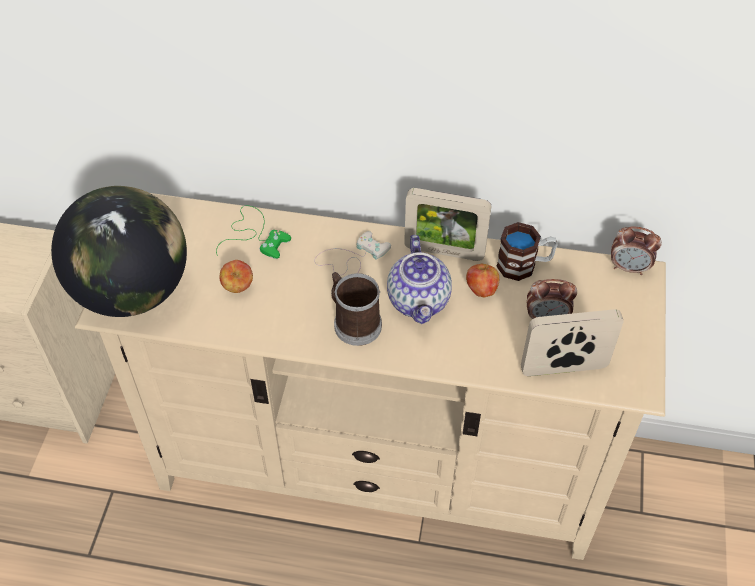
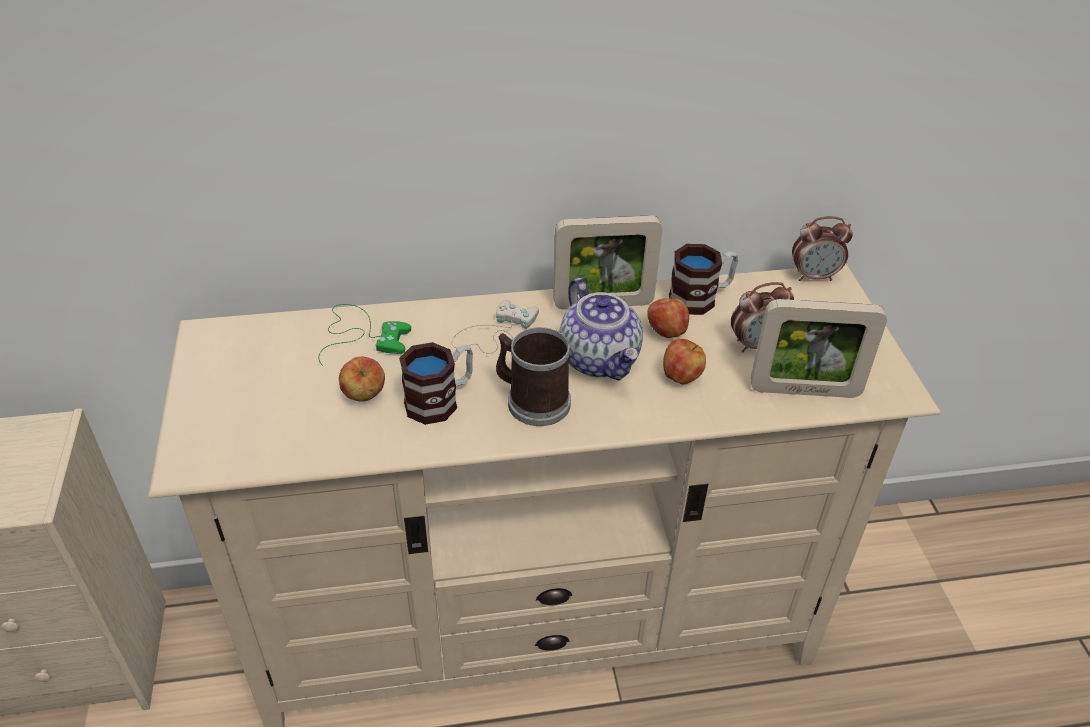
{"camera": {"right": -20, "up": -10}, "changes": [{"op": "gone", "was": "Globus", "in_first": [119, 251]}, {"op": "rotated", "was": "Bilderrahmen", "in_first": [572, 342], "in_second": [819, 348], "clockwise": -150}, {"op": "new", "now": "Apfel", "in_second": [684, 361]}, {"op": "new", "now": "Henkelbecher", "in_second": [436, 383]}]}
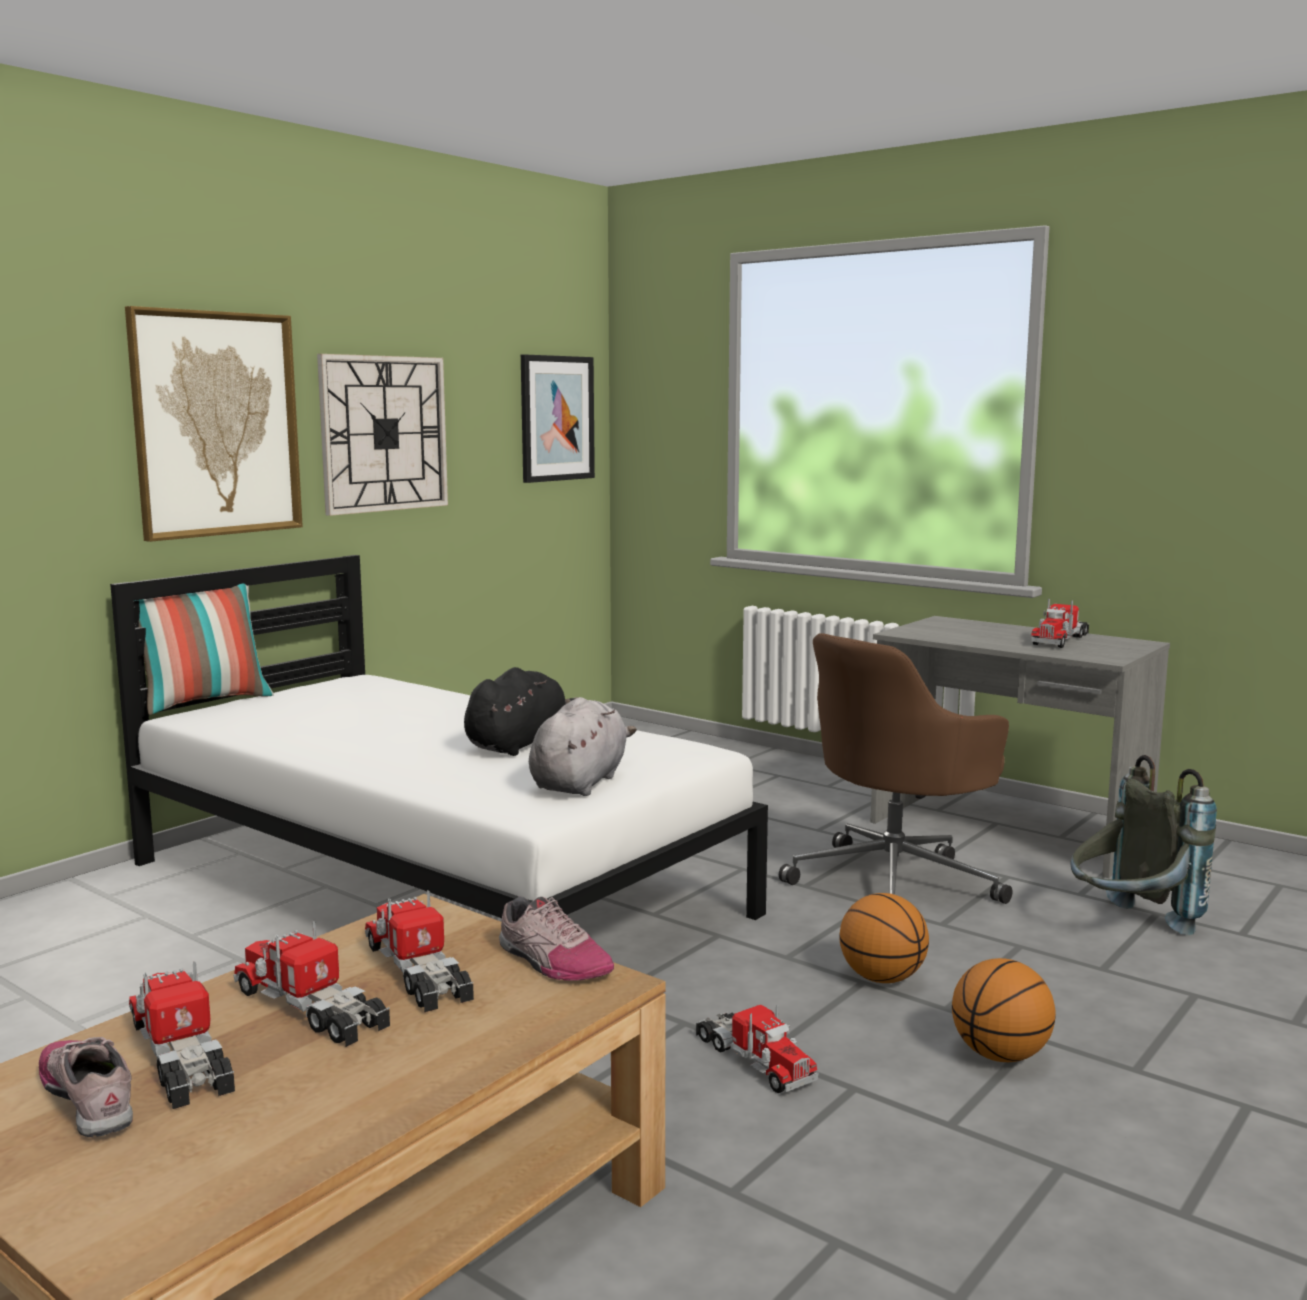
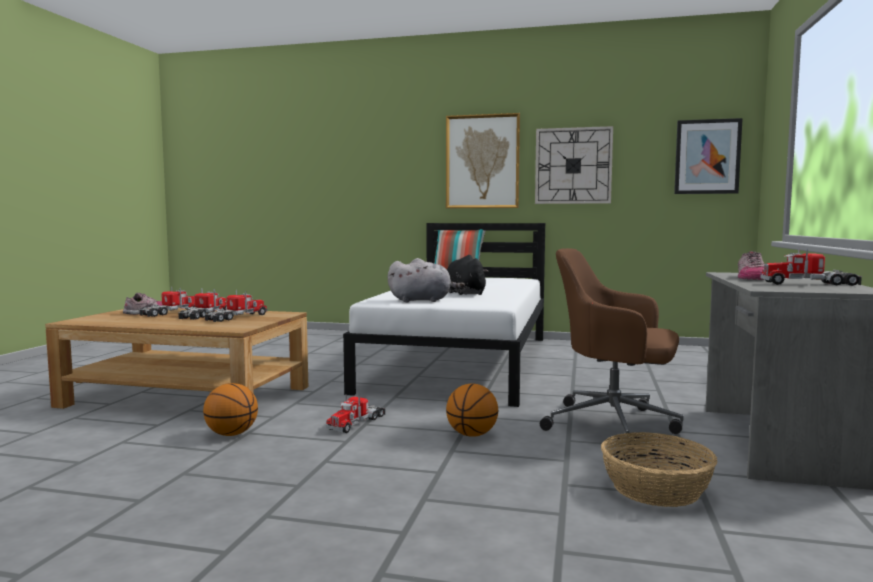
{"camera": {"right": 65, "up": -5}, "changes": [{"op": "rotated", "was": "Plüschtier [schwarz]", "in_first": [521, 711], "in_second": [467, 275], "clockwise": -120}, {"op": "swapped", "was": "Rucksack [grau]", "now": "Korb", "in_first": [1144, 845], "in_second": [659, 469]}, {"op": "shifted", "was": "Schuh", "in_first": [556, 938], "in_second": [751, 265]}, {"op": "shifted", "was": "Basketball", "in_first": [1004, 1010], "in_second": [230, 409]}]}
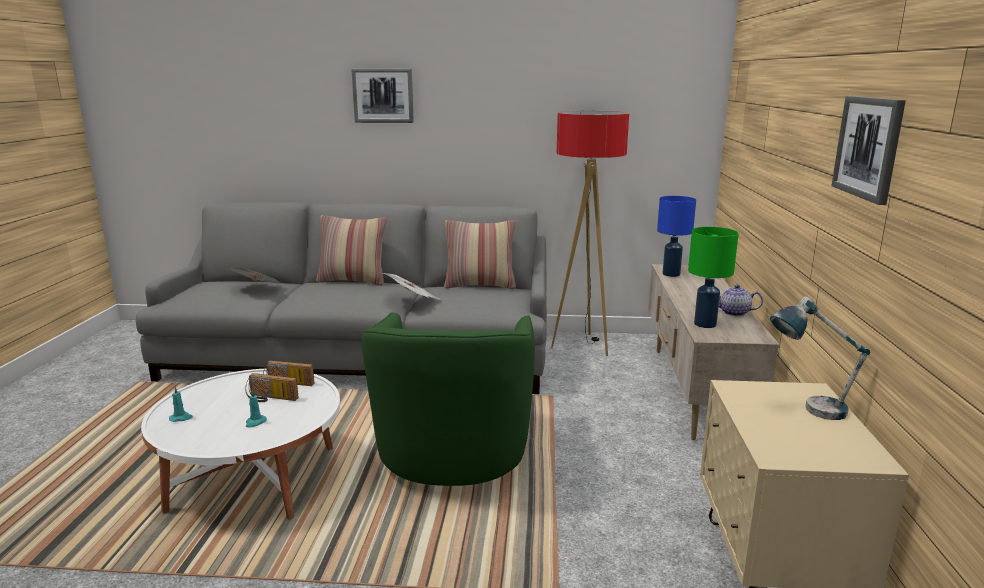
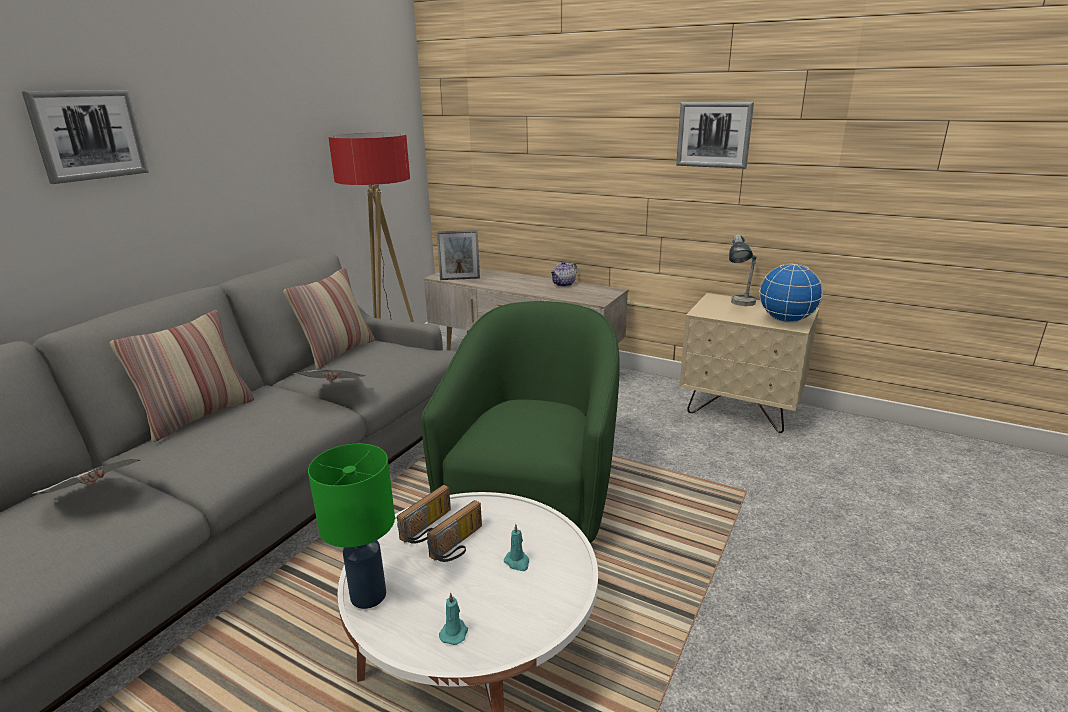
{"camera": {"right": -65, "up": 5}, "changes": [{"op": "swapped", "was": "Tischlampe [blau]", "now": "Bilderrahmen", "in_first": [676, 236], "in_second": [458, 255]}, {"op": "shifted", "was": "Tischlampe [grün]", "in_first": [713, 277], "in_second": [351, 526]}, {"op": "rotated", "was": "Sessel [grün]", "in_first": [448, 399], "in_second": [521, 422], "clockwise": -105}, {"op": "new", "now": "Globus", "in_second": [791, 293]}]}
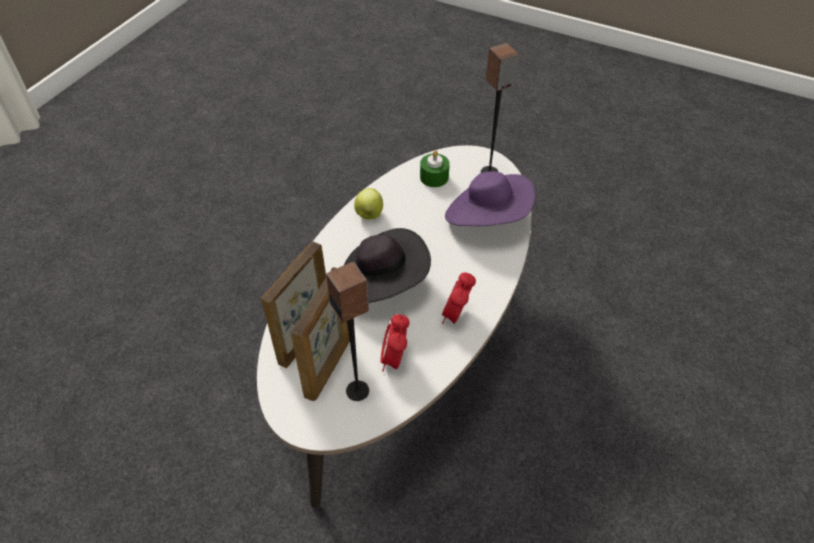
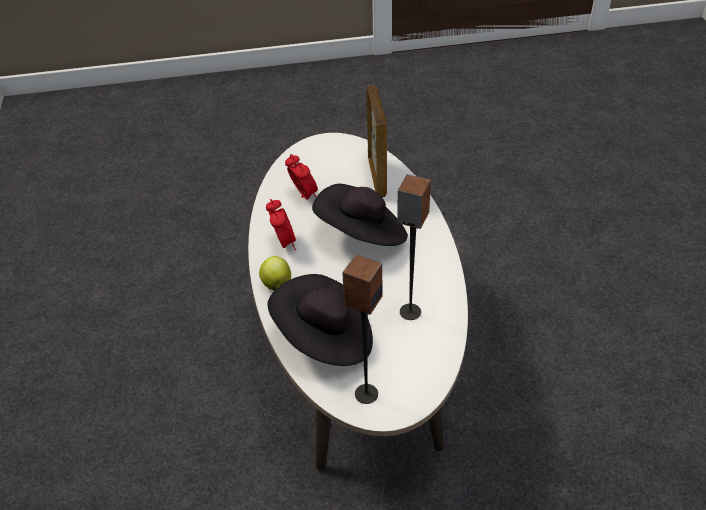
{"camera": {"right": 145, "up": -5}, "changes": [{"op": "gone", "was": "Kerze [grün]", "in_first": [435, 168]}, {"op": "repainted", "was": "Hut [lila]", "now": "Hut [schwarz]", "in_first": [490, 199], "in_second": [320, 320]}, {"op": "shifted", "was": "Apfel", "in_first": [368, 204], "in_second": [275, 273]}, {"op": "shifted", "was": "Lautsprecher", "in_first": [347, 331], "in_second": [414, 247]}, {"op": "gone", "was": "Bilderrahmen", "in_first": [320, 334]}]}
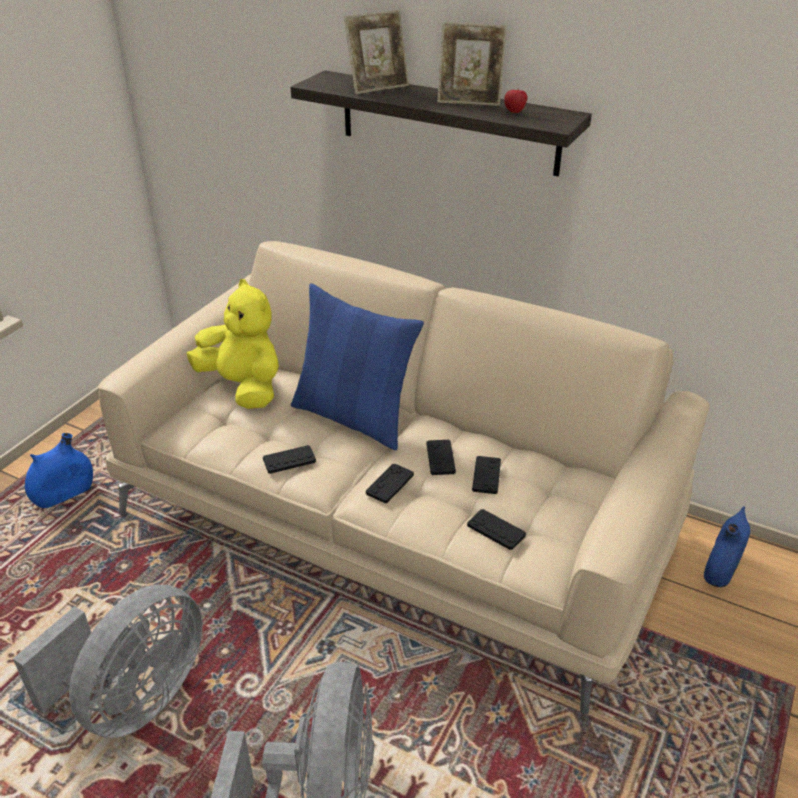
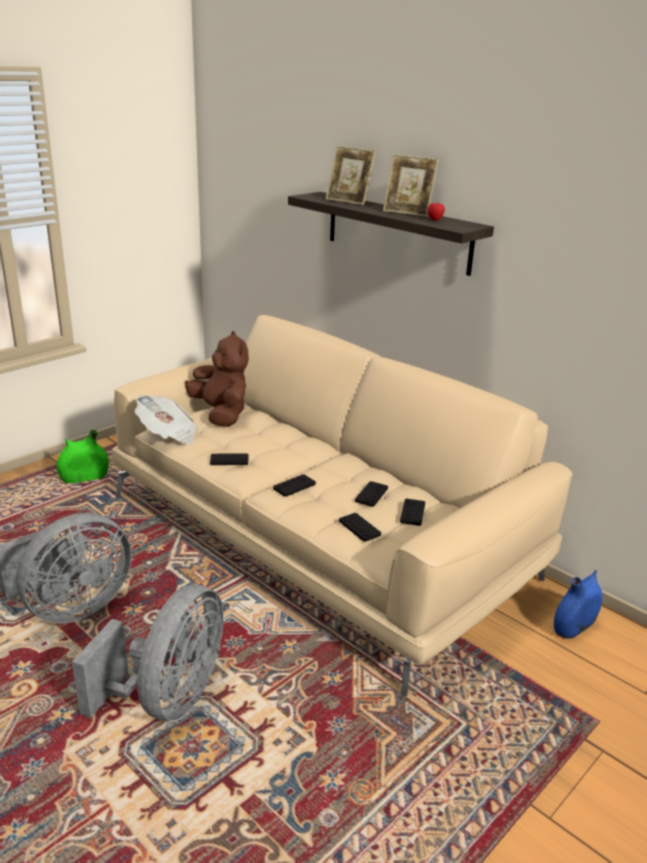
{"camera": {"right": 15, "up": -10}, "changes": [{"op": "rotated", "was": "Bilderrahmen", "in_first": [376, 52], "in_second": [351, 175], "clockwise": 45}, {"op": "repainted", "was": "Plüschtier [gelb]", "now": "Plüschtier [braun]", "in_first": [233, 344], "in_second": [217, 379]}, {"op": "gone", "was": "Kissen [blau]", "in_first": [357, 366]}, {"op": "repainted", "was": "Vase [blau]", "now": "Vase [grün]", "in_first": [59, 470], "in_second": [83, 456]}, {"op": "shifted", "was": "Gamepad [schwarz]", "in_first": [441, 457], "in_second": [412, 512]}, {"op": "new", "now": "Zeitung", "in_second": [166, 420]}]}
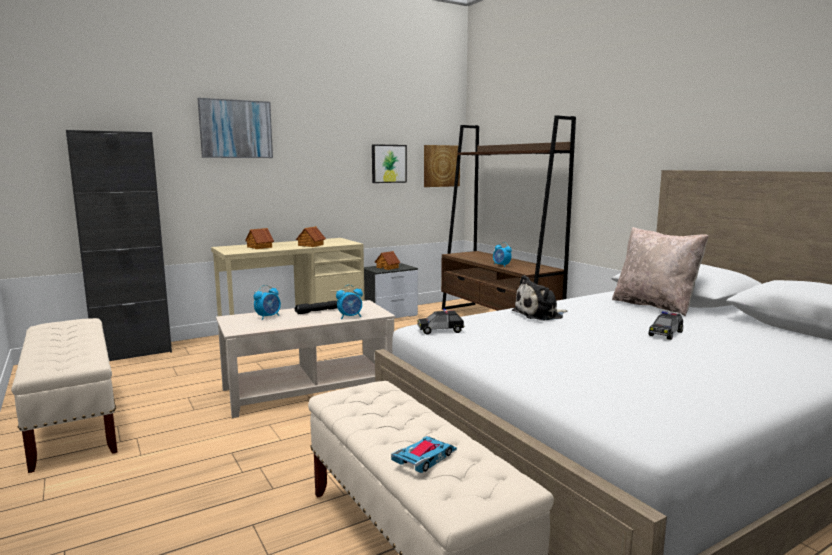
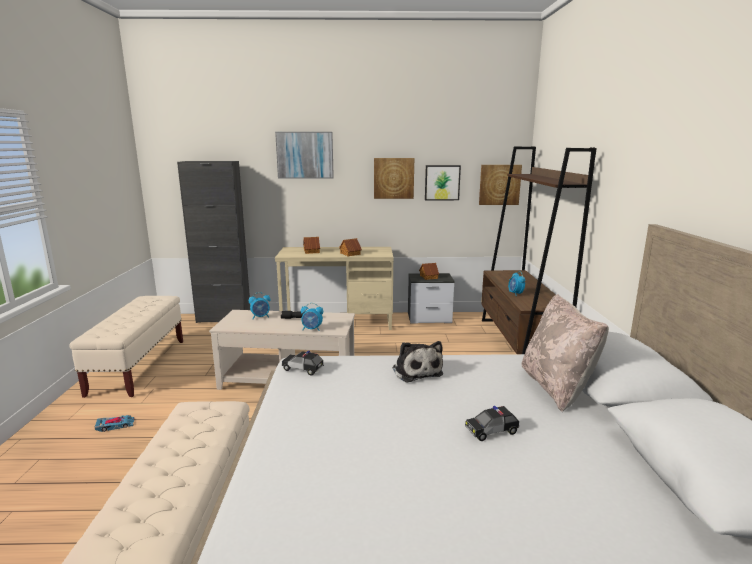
{"camera": {"right": 30, "up": 5}, "changes": [{"op": "rotated", "was": "Plüschtier", "in_first": [539, 298], "in_second": [417, 362], "clockwise": -120}, {"op": "shifted", "was": "Spielzeugauto", "in_first": [424, 454], "in_second": [115, 423]}, {"op": "new", "now": "Bild", "in_second": [394, 178]}]}
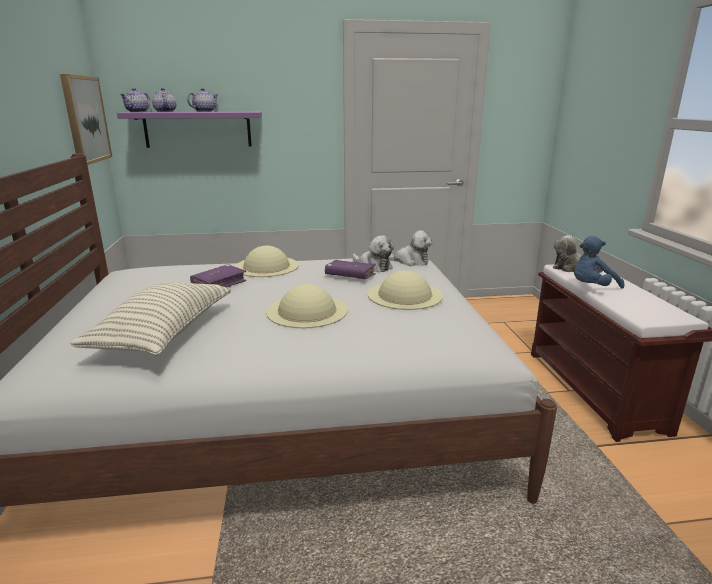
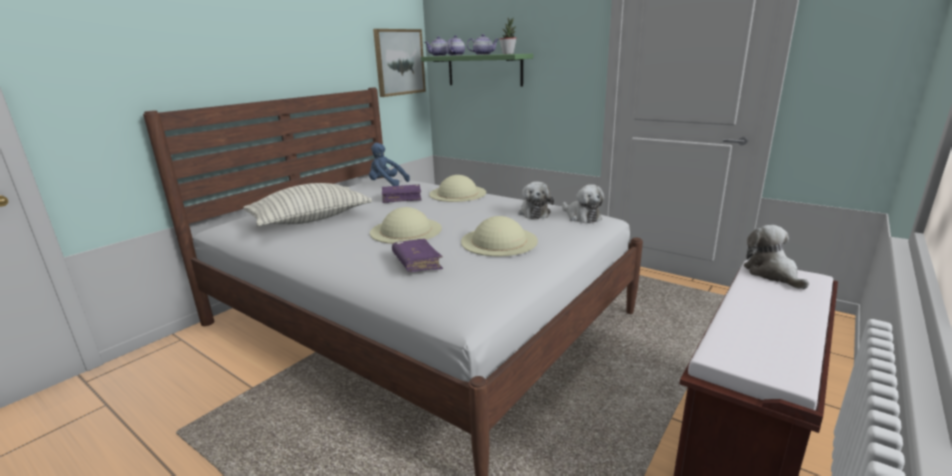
{"camera": {"right": 45, "up": 0}, "changes": [{"op": "repainted", "was": "Wandregal [lila]", "now": "Wandregal [grün]", "in_first": [189, 130], "in_second": [477, 70]}, {"op": "shifted", "was": "Plüschtier [blau]", "in_first": [599, 262], "in_second": [389, 164]}, {"op": "shifted", "was": "Buch [lila]", "in_first": [350, 269], "in_second": [417, 255]}, {"op": "new", "now": "Topfpflanze", "in_second": [508, 35]}]}
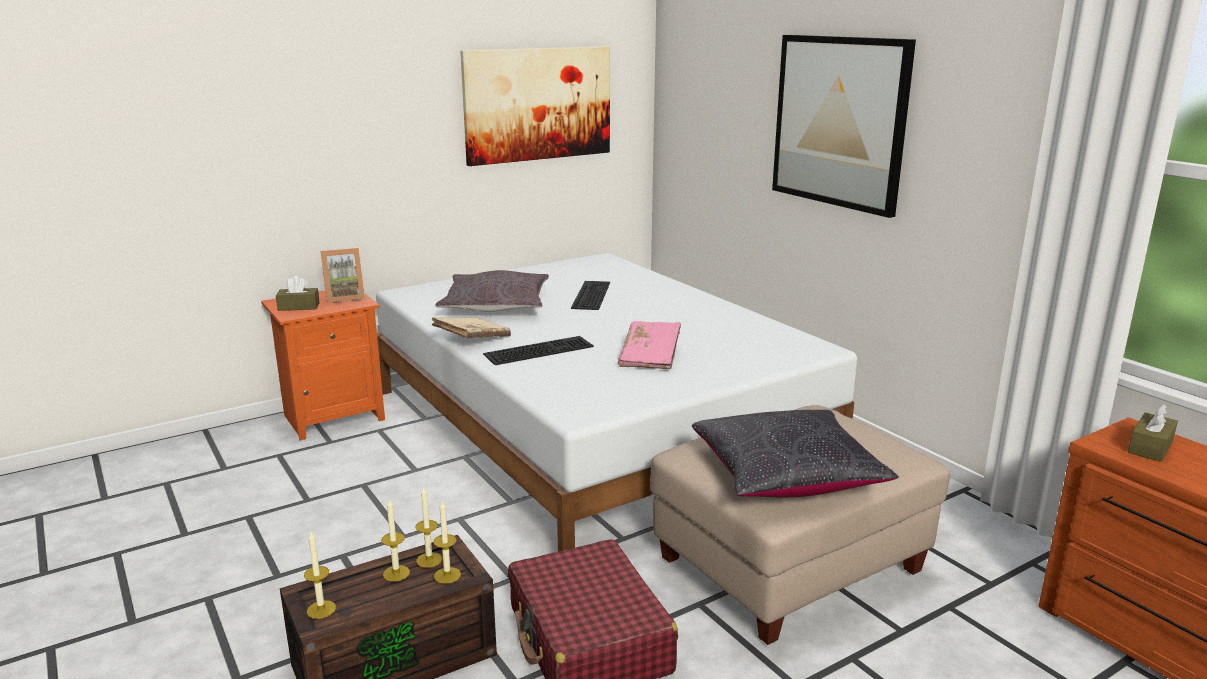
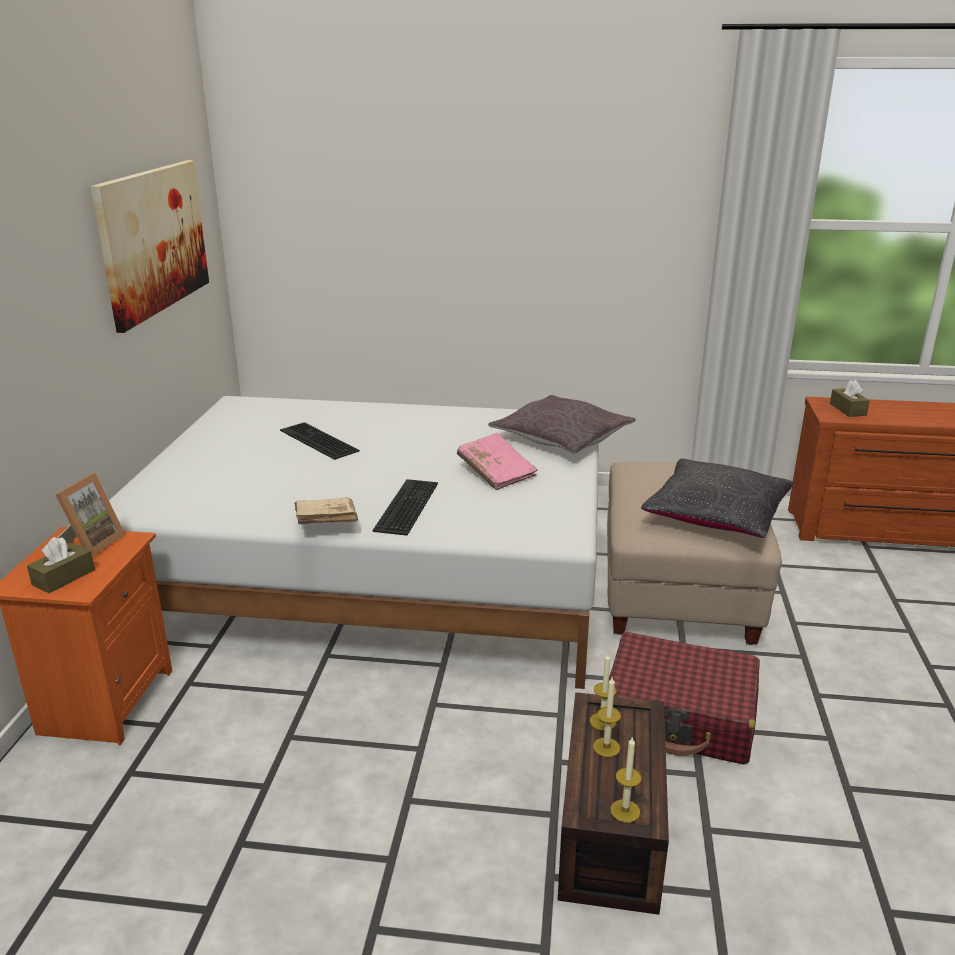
{"camera": {"right": -50, "up": 5}, "changes": [{"op": "gone", "was": "Bild", "in_first": [844, 126]}, {"op": "shifted", "was": "Kissen [grau]", "in_first": [492, 291], "in_second": [562, 424]}, {"op": "gone", "was": "Kerze", "in_first": [447, 542]}]}
